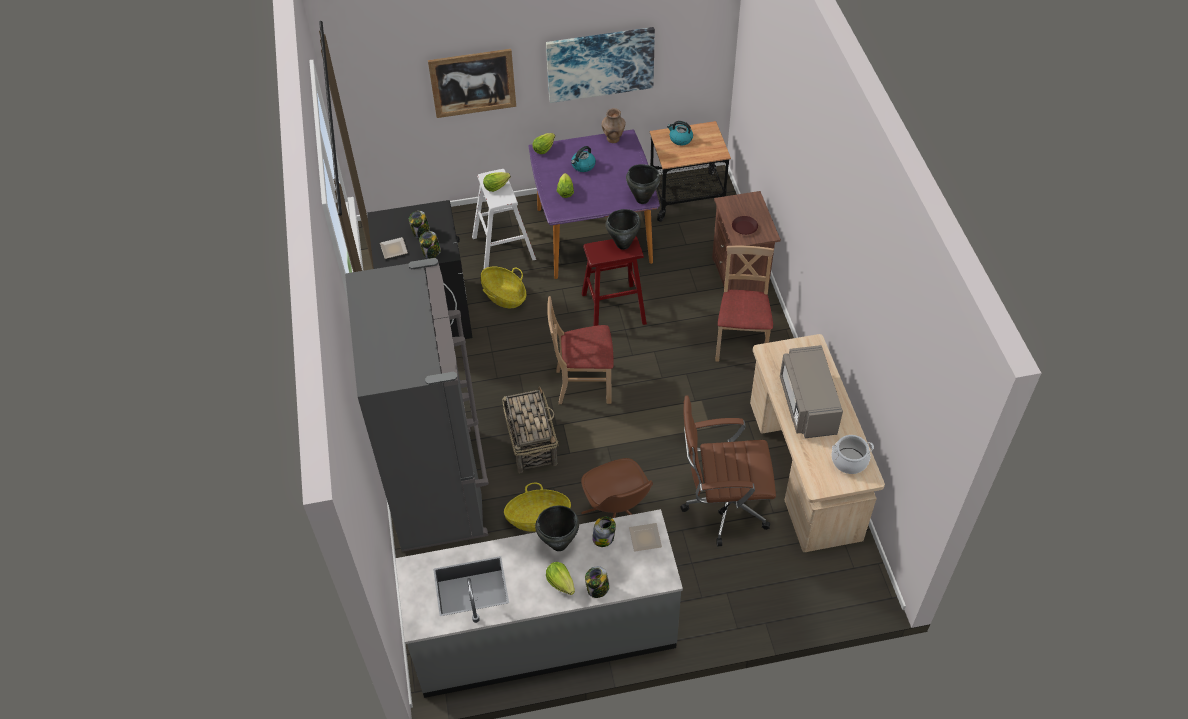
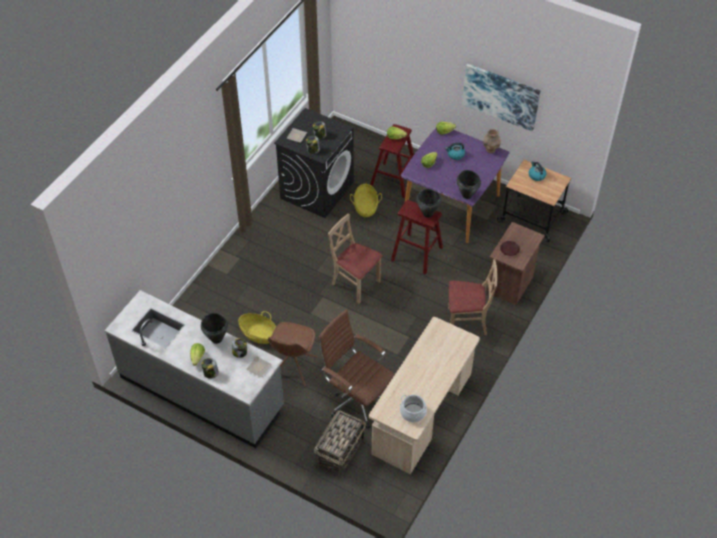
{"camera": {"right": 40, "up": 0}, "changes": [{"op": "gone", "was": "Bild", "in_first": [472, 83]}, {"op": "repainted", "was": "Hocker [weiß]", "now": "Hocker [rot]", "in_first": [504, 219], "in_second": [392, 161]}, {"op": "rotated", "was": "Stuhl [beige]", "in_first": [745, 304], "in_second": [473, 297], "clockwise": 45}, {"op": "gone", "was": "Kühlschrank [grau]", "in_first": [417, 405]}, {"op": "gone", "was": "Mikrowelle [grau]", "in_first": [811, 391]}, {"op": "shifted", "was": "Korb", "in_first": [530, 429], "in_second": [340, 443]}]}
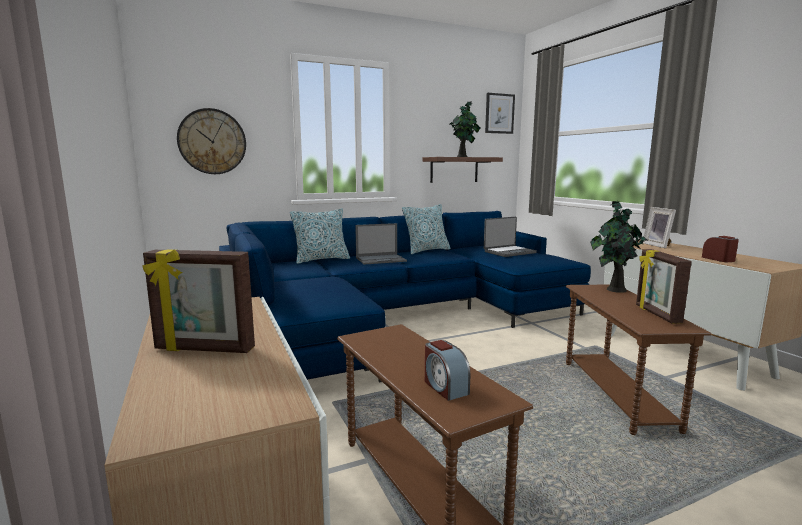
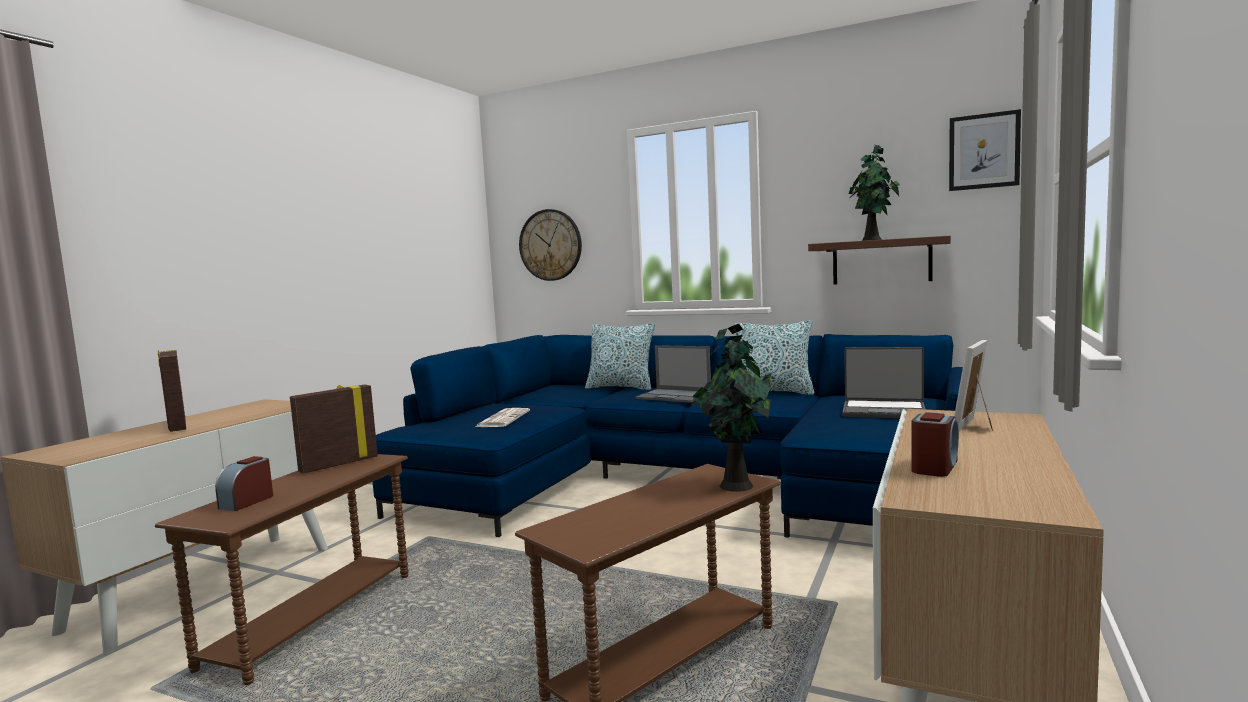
{"camera": {"right": 50, "up": -5}, "changes": [{"op": "shifted", "was": "Bilderrahmen", "in_first": [664, 286], "in_second": [334, 429]}, {"op": "new", "now": "Zeitung", "in_second": [502, 417]}]}
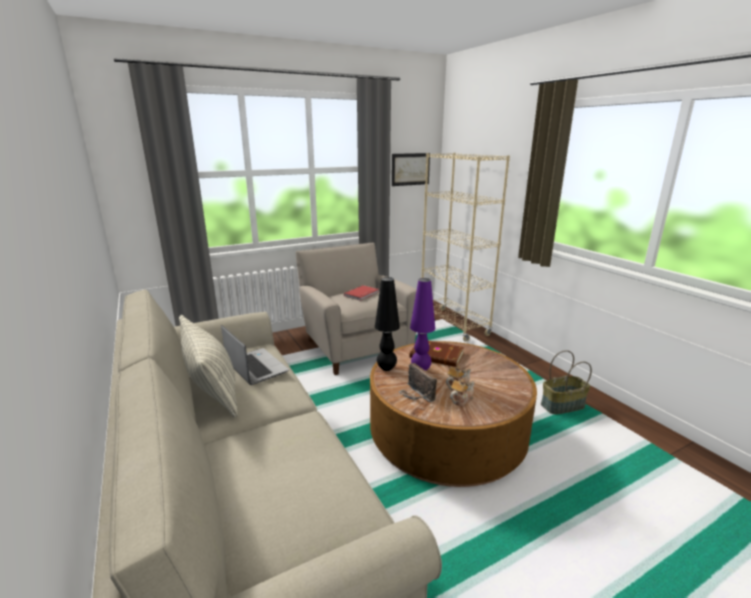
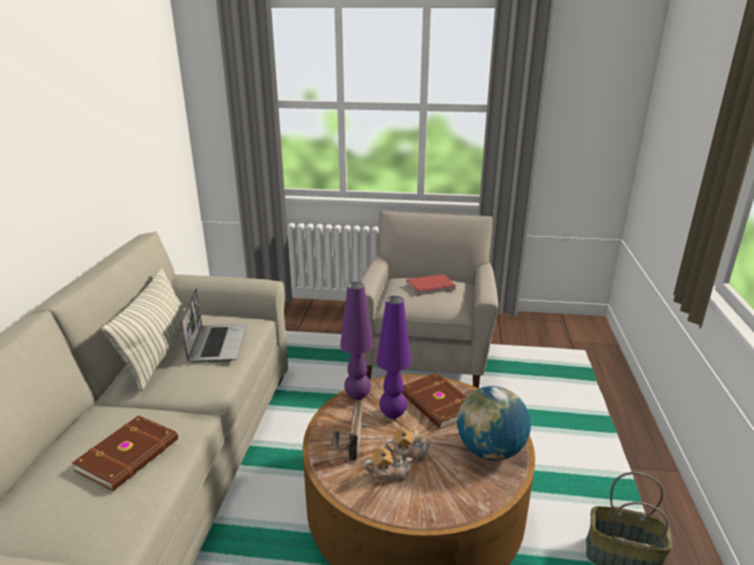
{"camera": {"right": 35, "up": 5}, "changes": [{"op": "gone", "was": "Bild", "in_first": [411, 169]}, {"op": "gone", "was": "Bücherregal [beige]", "in_first": [466, 247]}, {"op": "repainted", "was": "Tischlampe [schwarz]", "now": "Tischlampe [lila]", "in_first": [387, 324], "in_second": [356, 341]}, {"op": "new", "now": "Globus", "in_second": [494, 423]}, {"op": "new", "now": "Buch [braun]", "in_second": [125, 453]}]}
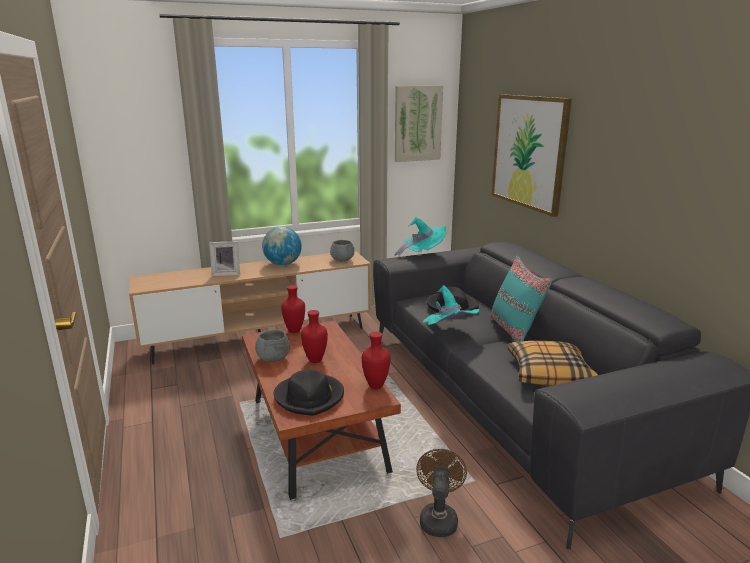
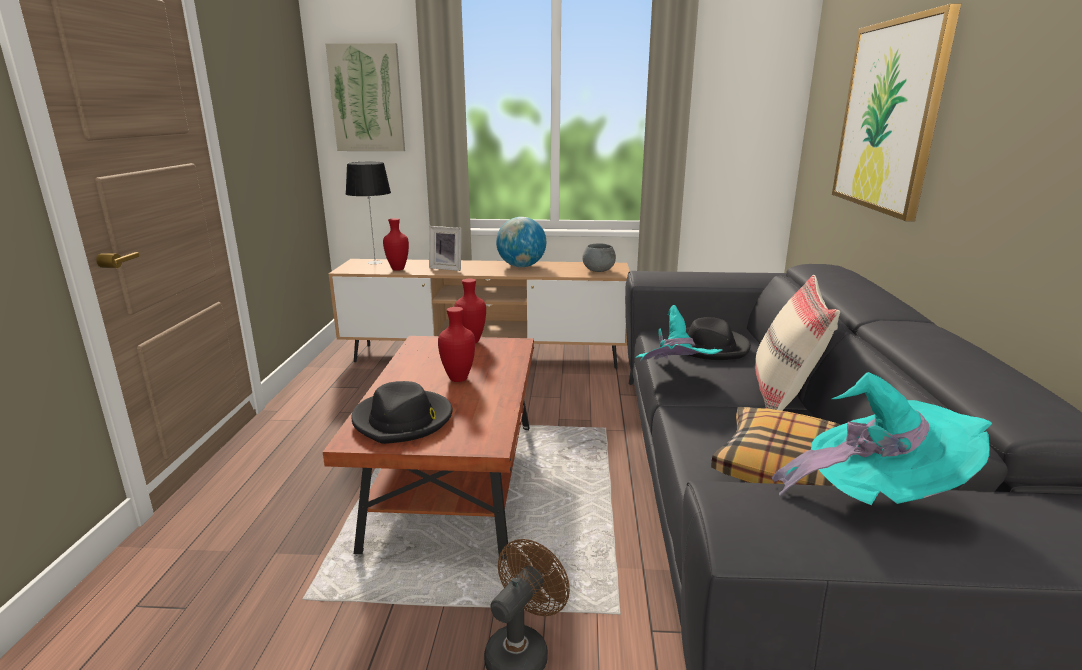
{"camera": {"right": 25, "up": 0}, "changes": [{"op": "shifted", "was": "Bild", "in_first": [419, 124], "in_second": [365, 97]}, {"op": "shifted", "was": "Hut [türkis]", "in_first": [420, 237], "in_second": [882, 438]}, {"op": "repainted", "was": "Kissen [türkis]", "now": "Kissen [beige]", "in_first": [521, 299], "in_second": [797, 343]}, {"op": "gone", "was": "Schüssel [grau]", "in_first": [272, 346]}, {"op": "shifted", "was": "Vase [rot]", "in_first": [376, 360], "in_second": [396, 244]}, {"op": "new", "now": "Tischlampe", "in_second": [368, 212]}]}
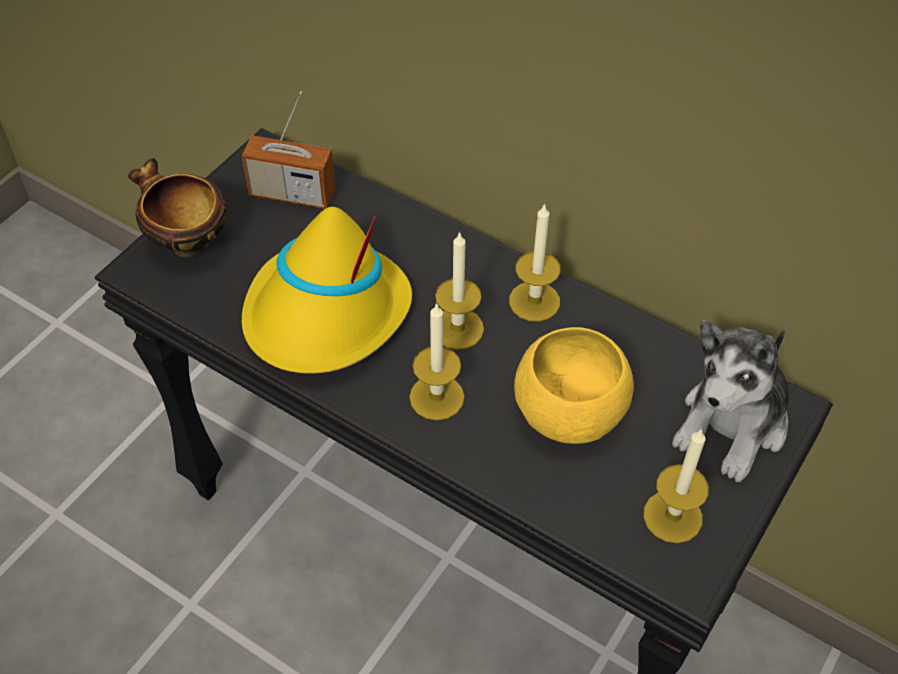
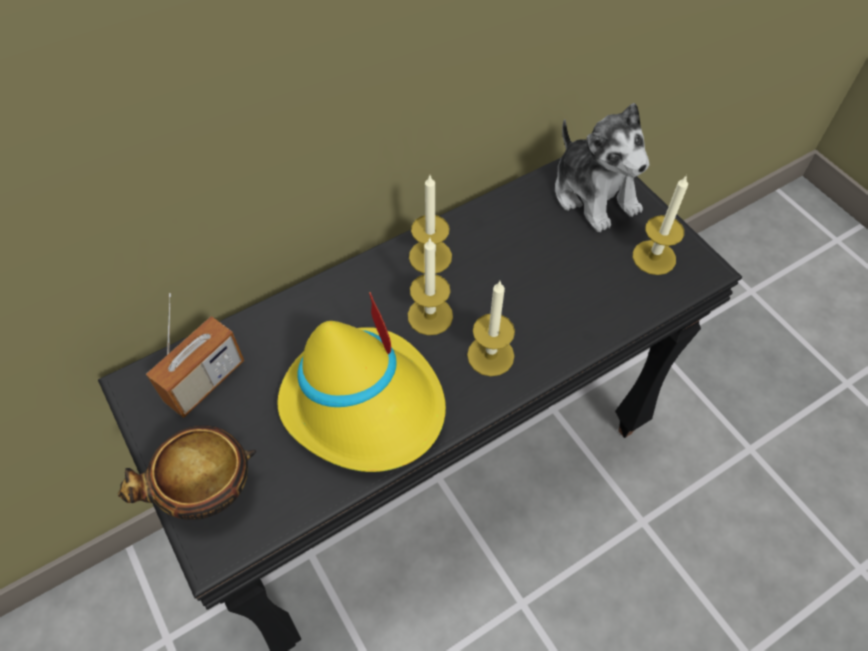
{"camera": {"right": -65, "up": 5}, "changes": [{"op": "gone", "was": "Schüssel [gelb]", "in_first": [574, 385]}]}
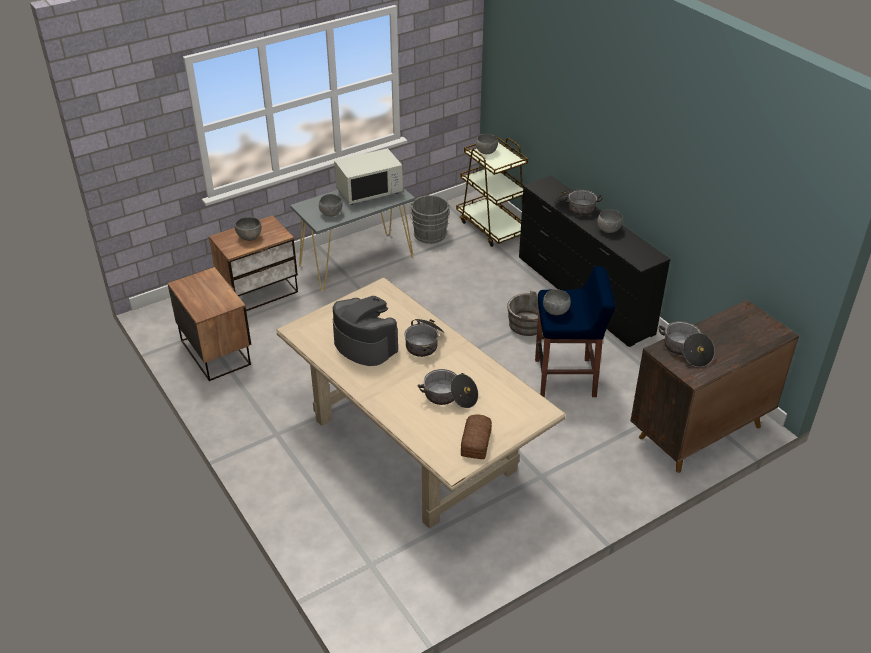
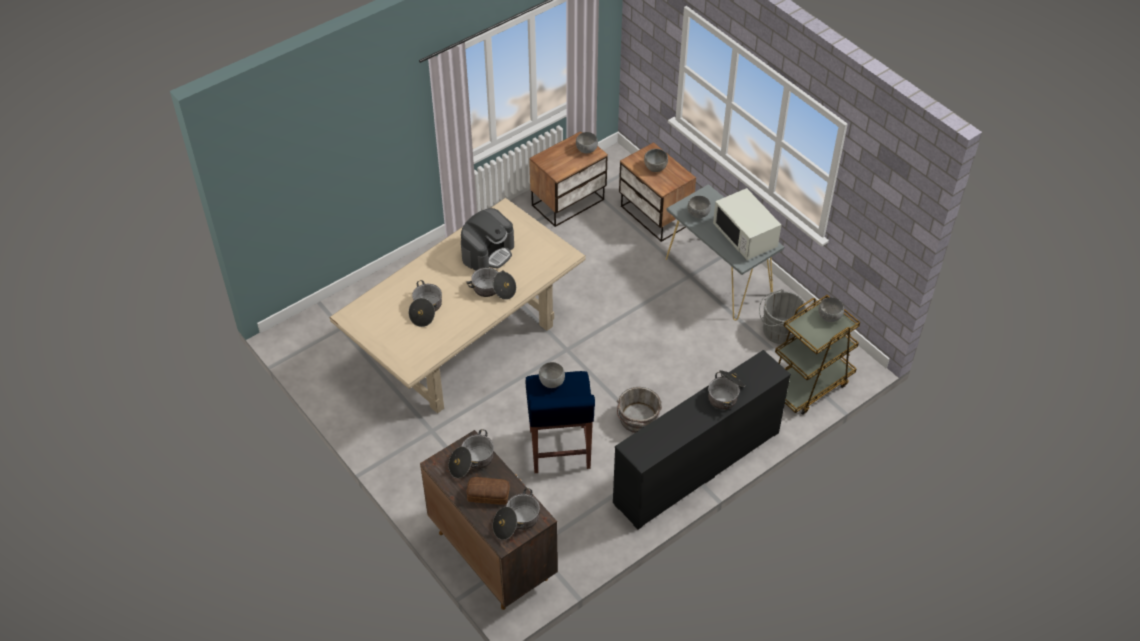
{"camera": {"right": 85, "up": 10}, "changes": [{"op": "shifted", "was": "Schüssel [grau]", "in_first": [610, 221], "in_second": [587, 142]}, {"op": "shifted", "was": "Brot", "in_first": [476, 436], "in_second": [488, 491]}, {"op": "new", "now": "Kochtopf", "in_second": [516, 514]}]}
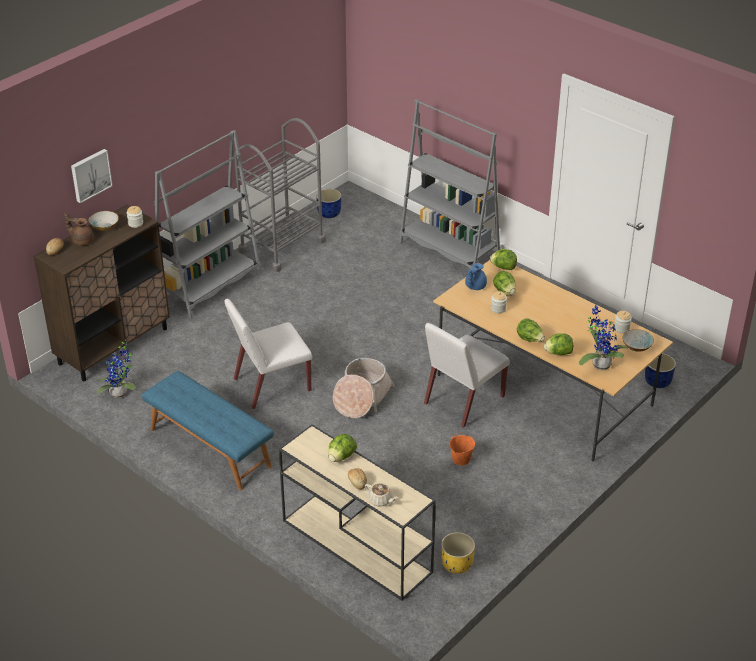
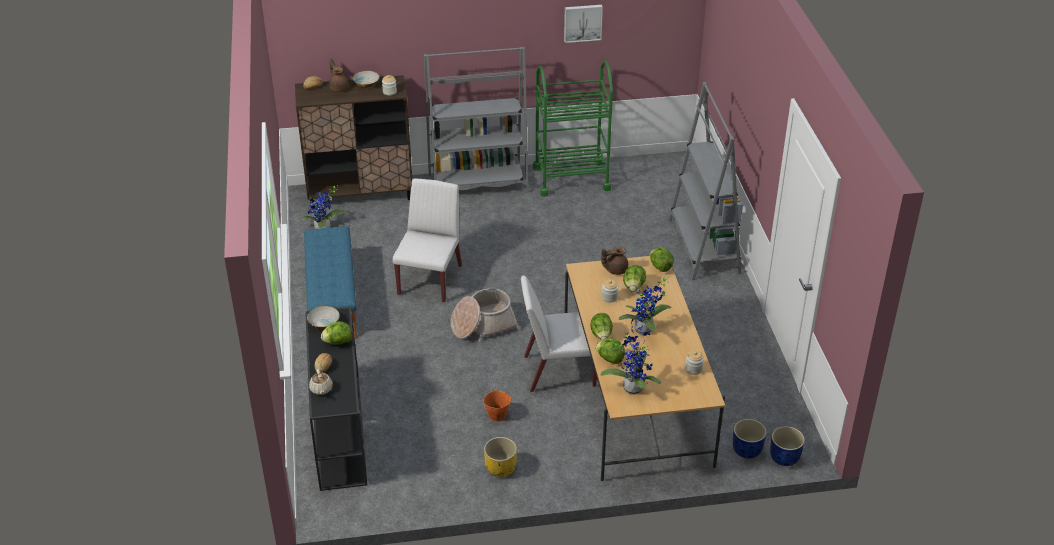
{"camera": {"right": 40, "up": 0}, "changes": [{"op": "repainted", "was": "Rollwagen [grau]", "now": "Rollwagen [grün]", "in_first": [280, 195], "in_second": [573, 129]}, {"op": "shifted", "was": "Bild", "in_first": [92, 176], "in_second": [583, 24]}, {"op": "shifted", "was": "Pflanzkübel [blau]", "in_first": [328, 203], "in_second": [787, 446]}, {"op": "repainted", "was": "Teekanne [blau]", "now": "Teekanne [braun]", "in_first": [476, 276], "in_second": [614, 261]}, {"op": "rotated", "was": "Stuhl [weiß]", "in_first": [268, 354], "in_second": [427, 240], "clockwise": 90}, {"op": "shifted", "was": "Schüssel", "in_first": [638, 340], "in_second": [323, 317]}, {"op": "repainted", "was": "Konsolentisch [beige]", "now": "Konsolentisch [schwarz]", "in_first": [357, 512], "in_second": [336, 399]}, {"op": "shifted", "was": "Pflanzkübel [gelb]", "in_first": [458, 553], "in_second": [500, 457]}, {"op": "new", "now": "Topfpflanze", "in_second": [645, 305]}]}
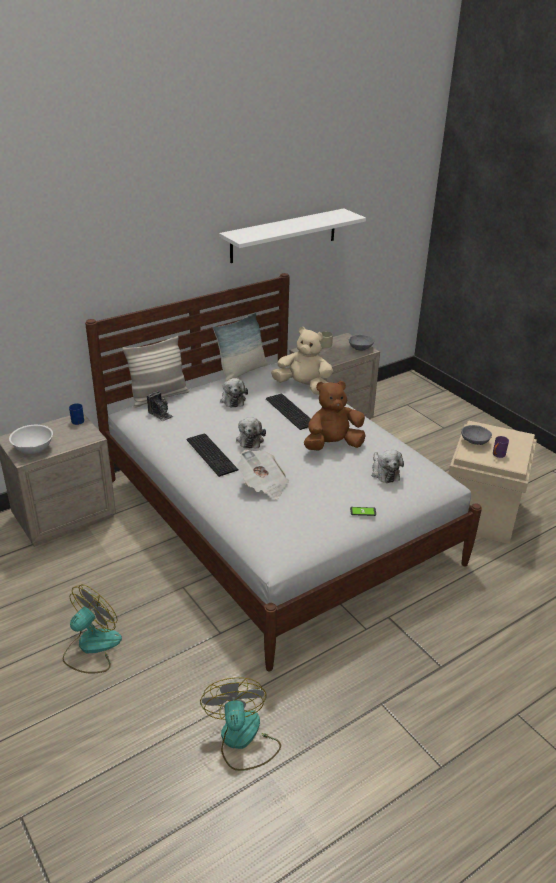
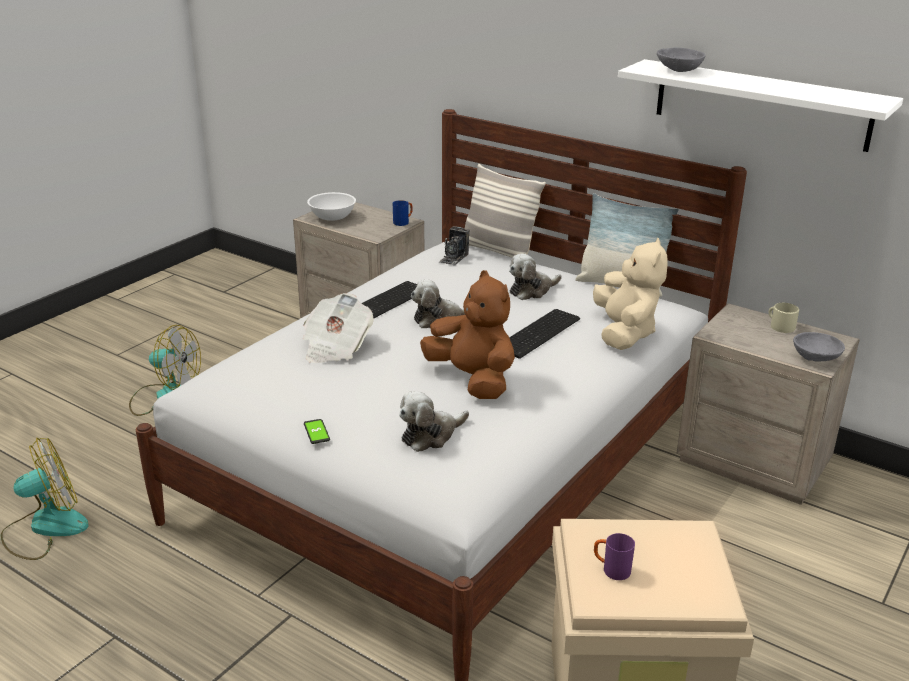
{"camera": {"right": 70, "up": -5}, "changes": [{"op": "shifted", "was": "Schüssel [grau]", "in_first": [476, 435], "in_second": [681, 60]}]}
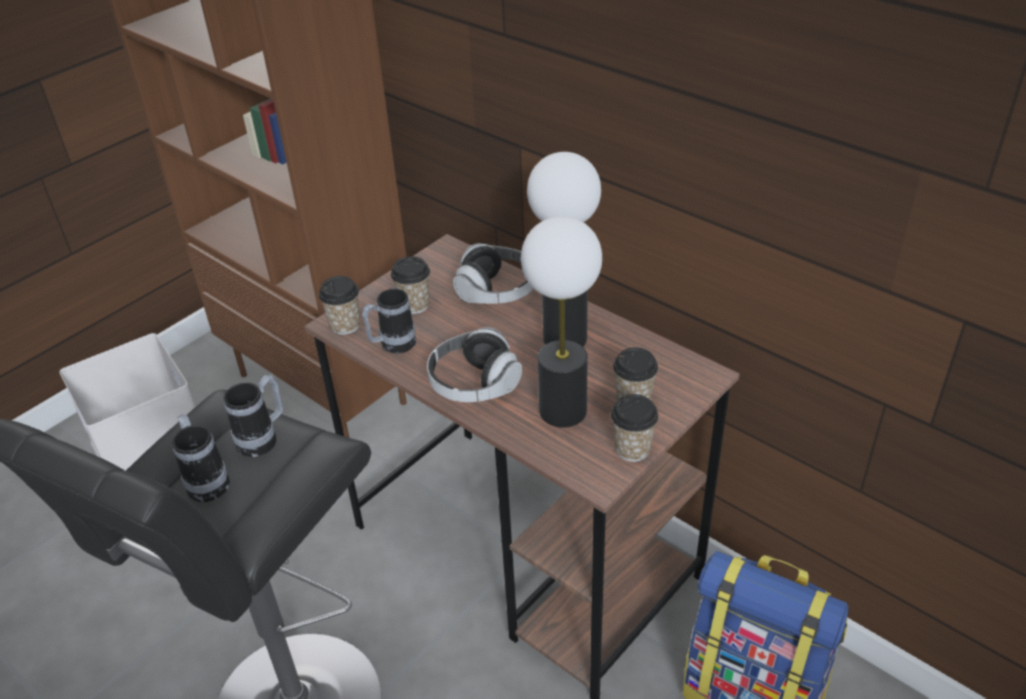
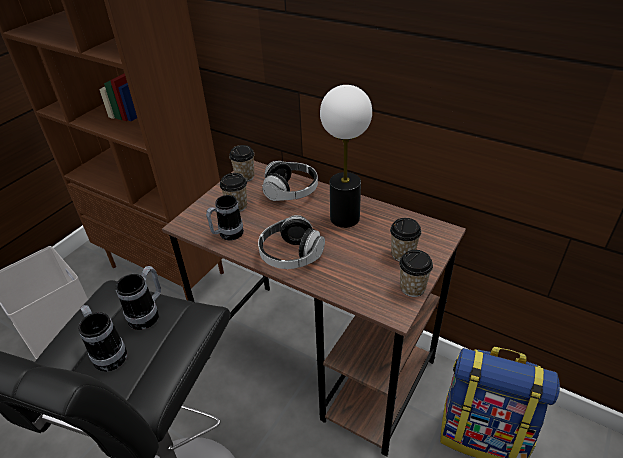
{"camera": {"right": -10, "up": 0}, "changes": [{"op": "gone", "was": "Tischlampe", "in_first": [561, 322]}, {"op": "shifted", "was": "Tasse", "in_first": [339, 305], "in_second": [241, 163]}]}
